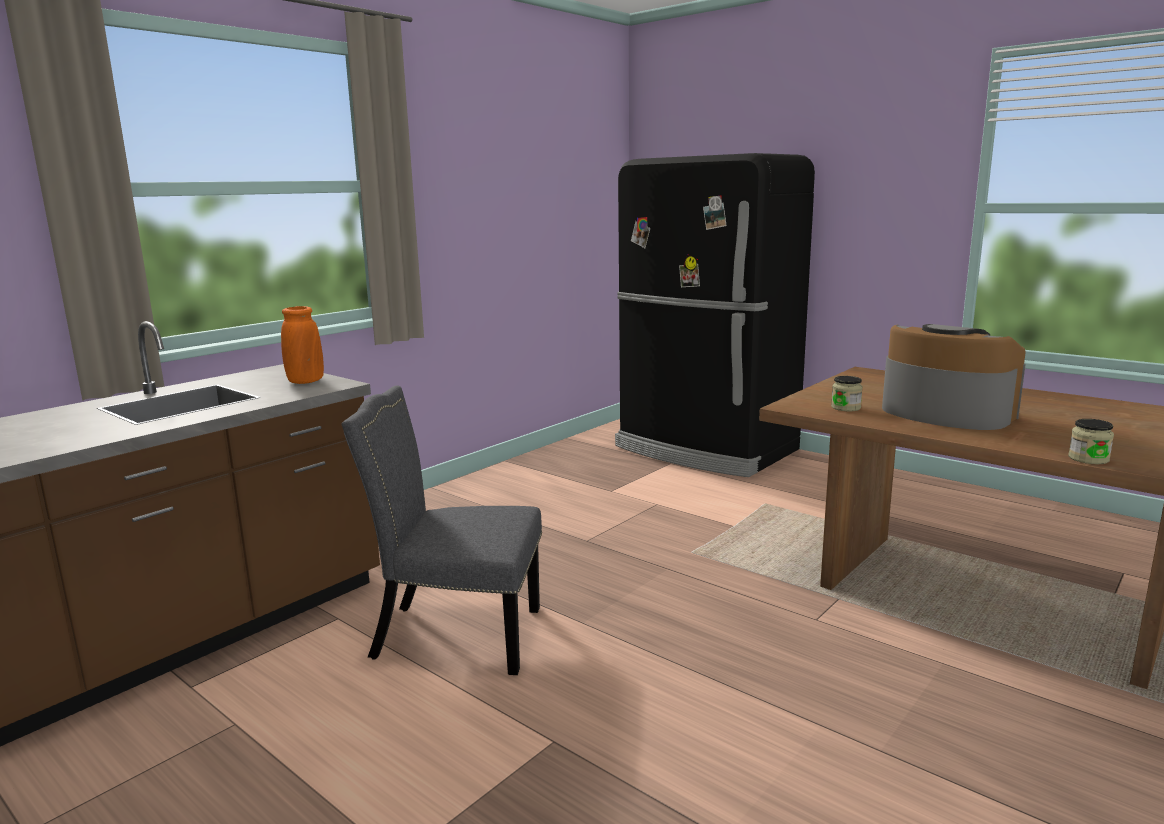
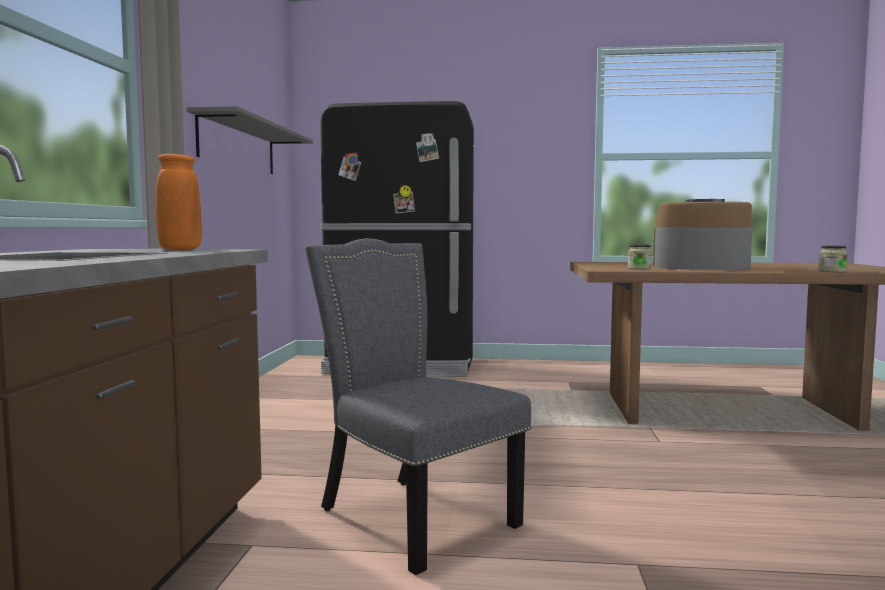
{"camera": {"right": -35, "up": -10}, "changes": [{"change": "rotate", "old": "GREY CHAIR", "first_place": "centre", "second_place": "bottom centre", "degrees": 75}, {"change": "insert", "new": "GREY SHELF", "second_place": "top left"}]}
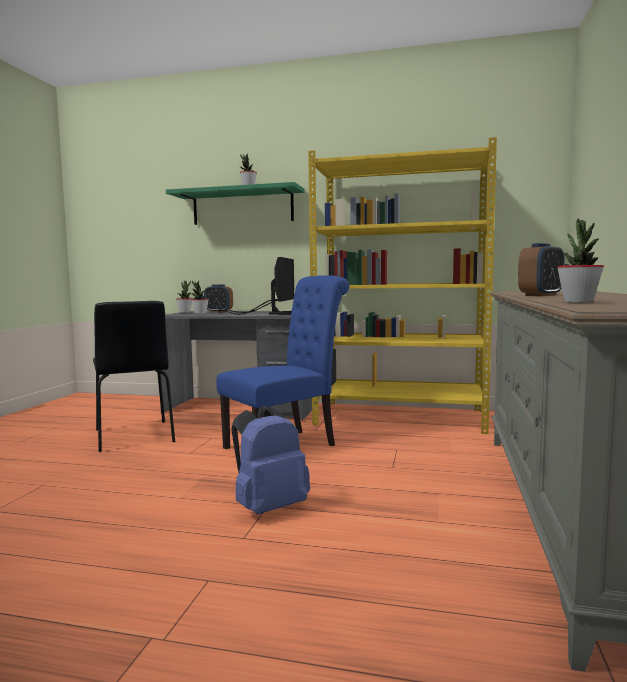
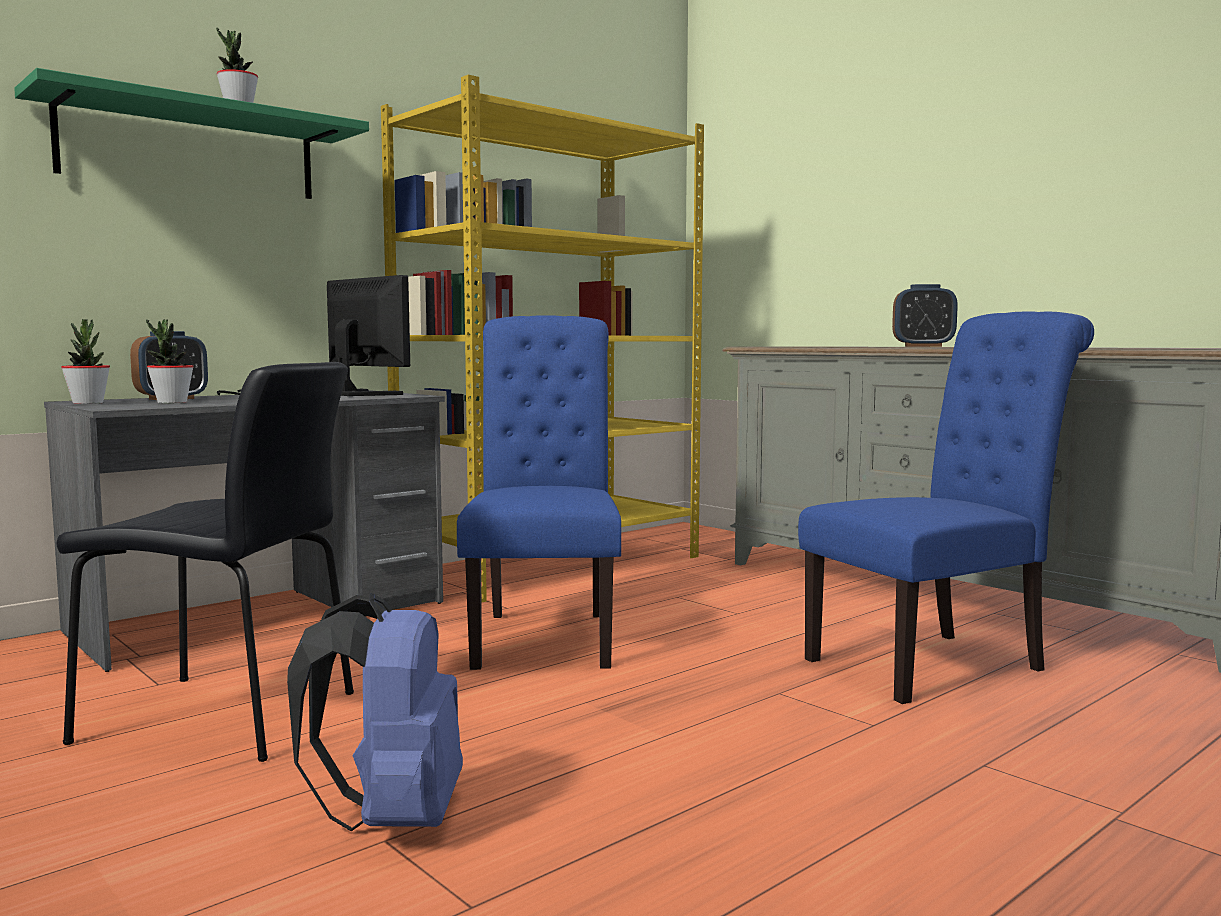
{"camera": {"right": -55, "up": 0}, "changes": [{"change": "move", "old": "BLUE BACKPACK", "first_place": "bottom centre", "second_place": "bottom left"}, {"change": "rotate", "old": "ALARM CLOCK (2nd from left)", "first_place": "middle right", "second_place": "middle right", "degrees": 105}, {"change": "delete", "old": "POTTED PLANT (4th from left)", "first_place": "middle right"}, {"change": "insert", "new": "BLUE CHAIR (2nd from left)", "second_place": "middle right"}]}
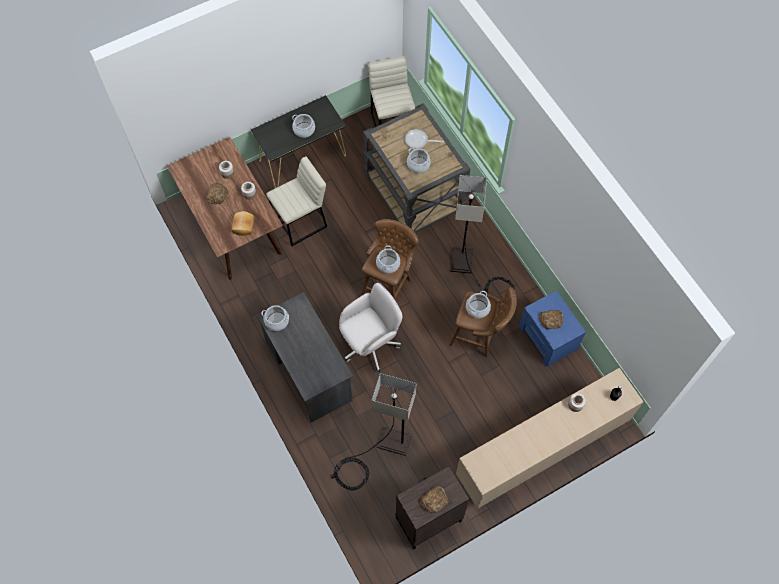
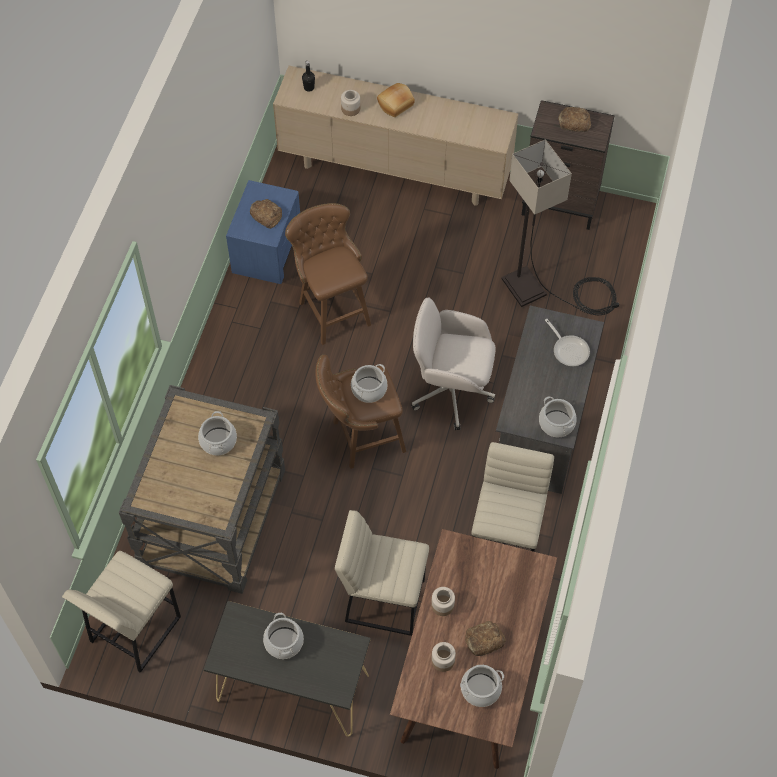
{"camera": {"right": -135, "up": -5}, "changes": [{"change": "move", "old": "BREAD (2nd from left)", "first_place": "middle left", "second_place": "top centre"}, {"change": "move", "old": "FRYING PAN", "first_place": "top centre", "second_place": "middle right"}, {"change": "delete", "old": "FLOOR LAMP (2nd from left)", "first_place": "centre"}, {"change": "move", "old": "COOKING POT (5th from left in the first image)", "new": "COOKING POT (4th from left)", "first_place": "centre", "second_place": "bottom centre"}, {"change": "insert", "new": "BEIGE CHAIR (3rd from left)", "second_place": "centre"}]}
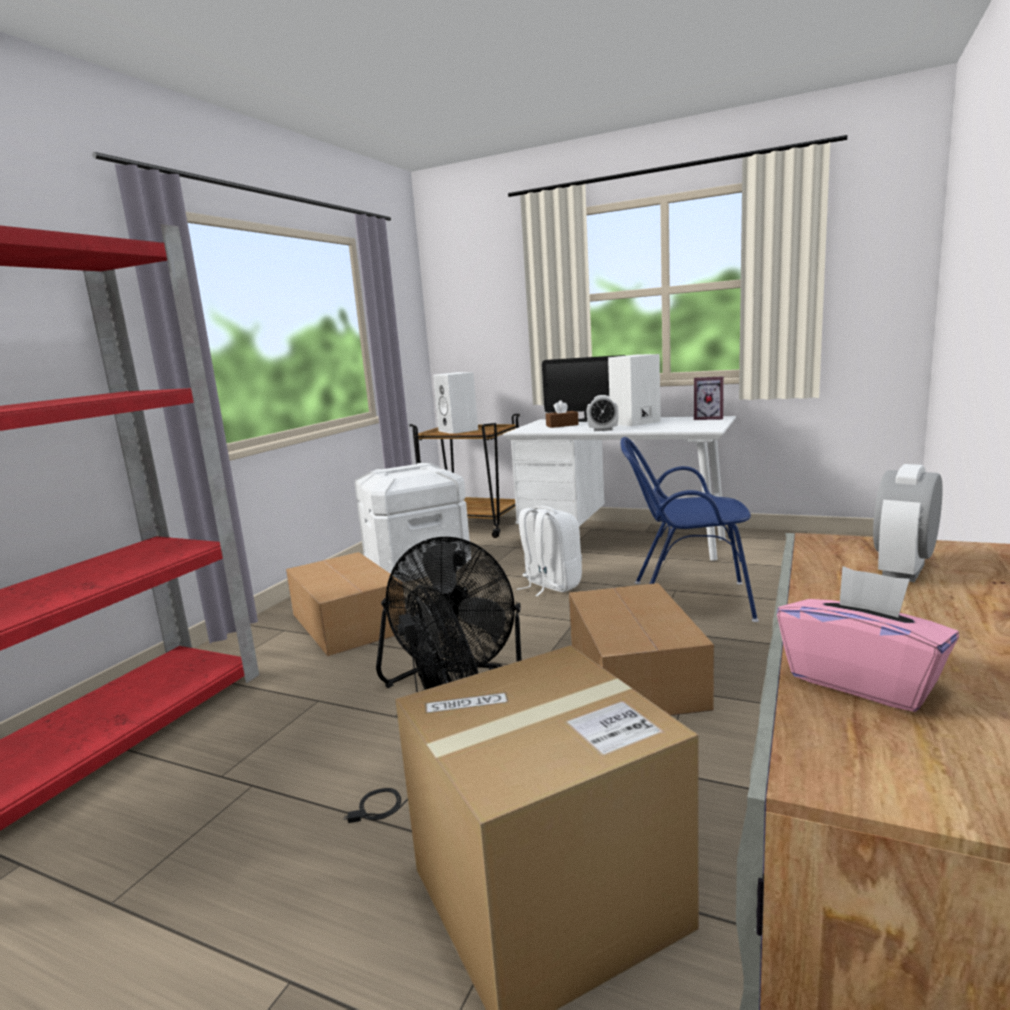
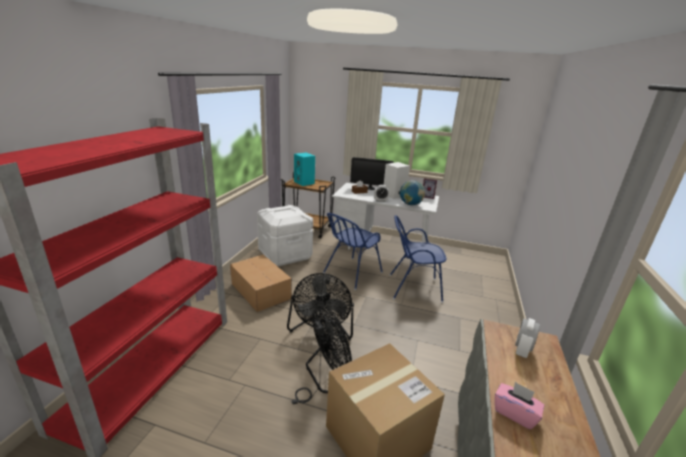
{"camera": {"right": -10, "up": 10}, "changes": [{"change": "recolor", "old": "WHITE SPEAKER (1st from left)", "new": "TURQUOISE SPEAKER", "first_place": "centre", "second_place": "centre"}, {"change": "replace", "old": "WHITE BACKPACK", "new": "BLUE CHAIR (1st from left)", "first_place": "centre", "second_place": "centre"}, {"change": "delete", "old": "CARDBOARD BOX (3rd from left)", "first_place": "centre"}, {"change": "insert", "new": "GLOBE", "second_place": "centre"}]}
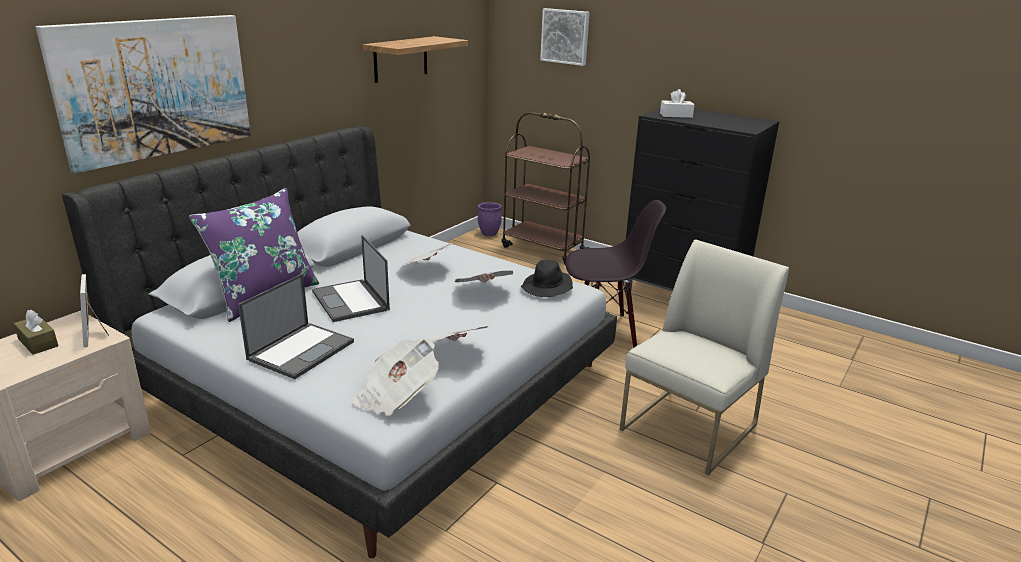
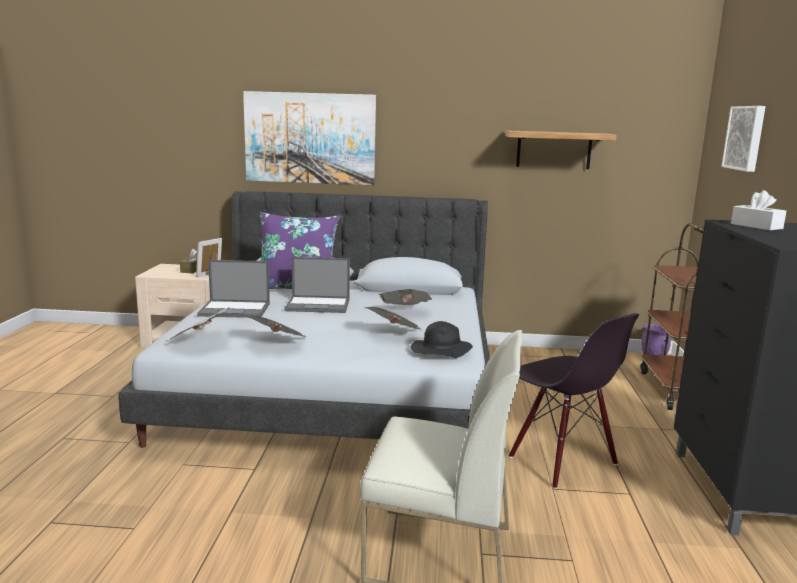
{"camera": {"right": 60, "up": -10}, "changes": [{"change": "rotate", "old": "LAPTOP (2nd from left)", "first_place": "centre", "second_place": "centre", "degrees": -120}]}
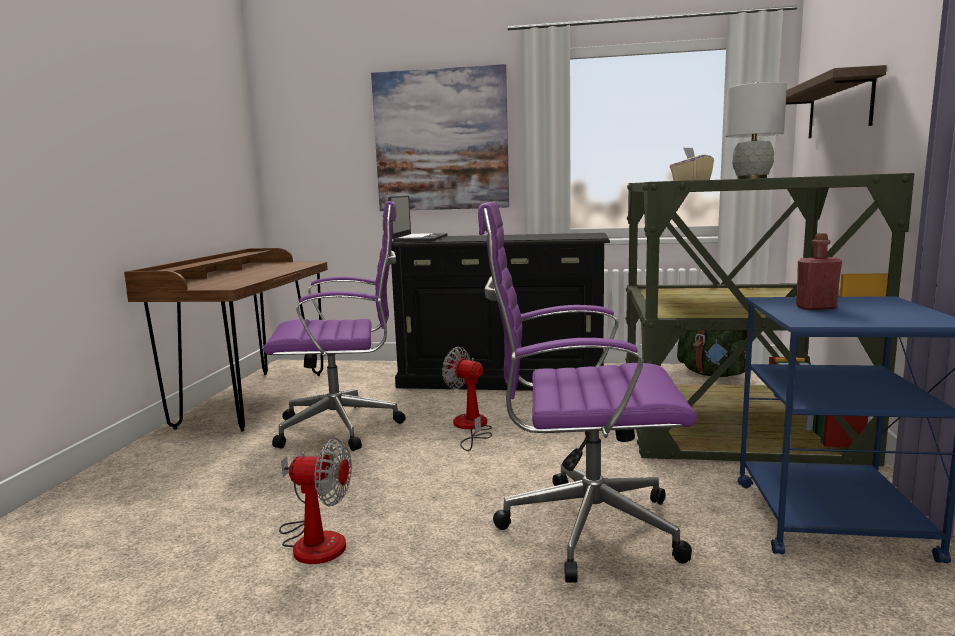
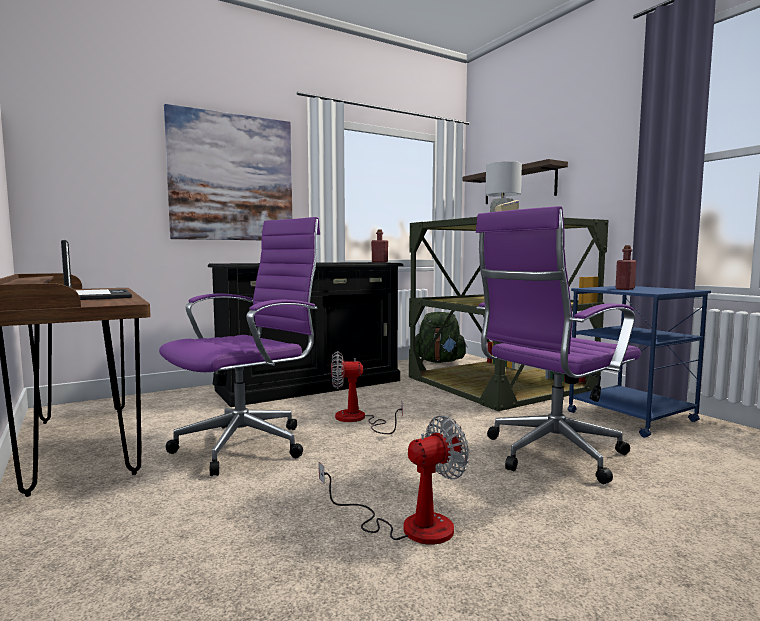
{"camera": {"right": -40, "up": -5}, "changes": [{"change": "move", "old": "LAPTOP", "first_place": "centre", "second_place": "middle left"}, {"change": "insert", "new": "RED BOTTLE (1st from left)", "second_place": "centre"}]}
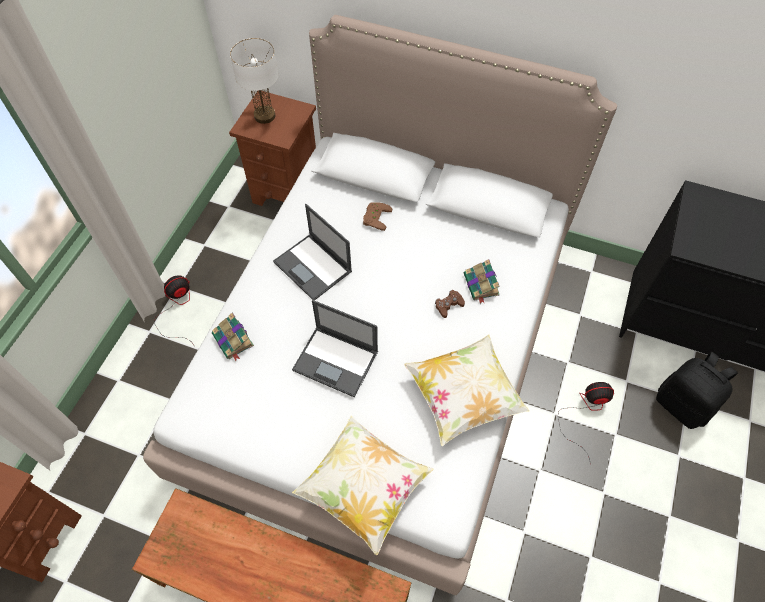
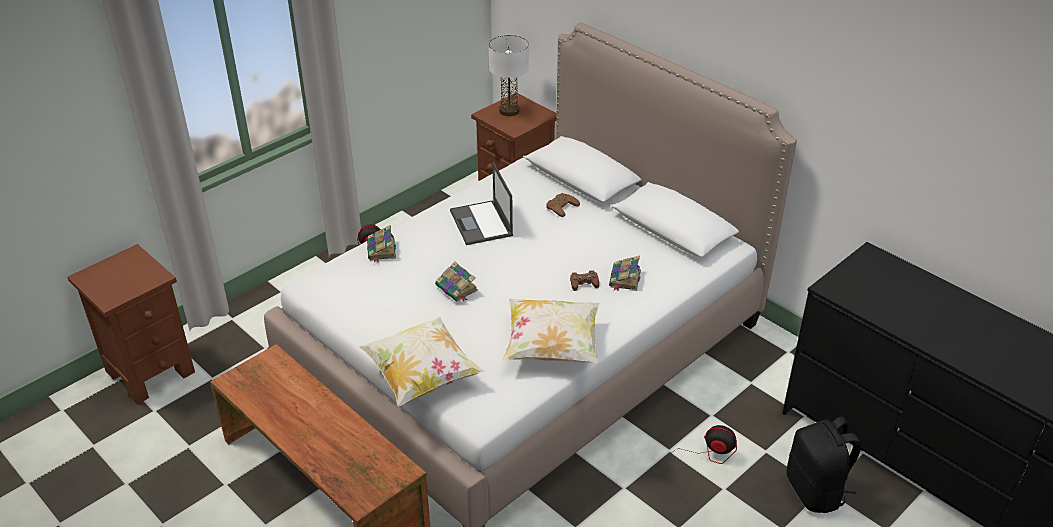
{"camera": {"right": 25, "up": -20}, "changes": [{"change": "replace", "old": "LAPTOP (2nd from left)", "new": "BOOK (2nd from left)", "first_place": "centre", "second_place": "centre"}]}
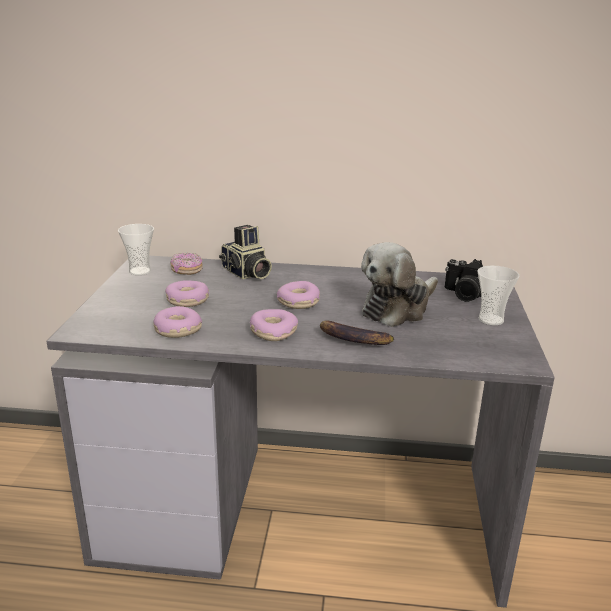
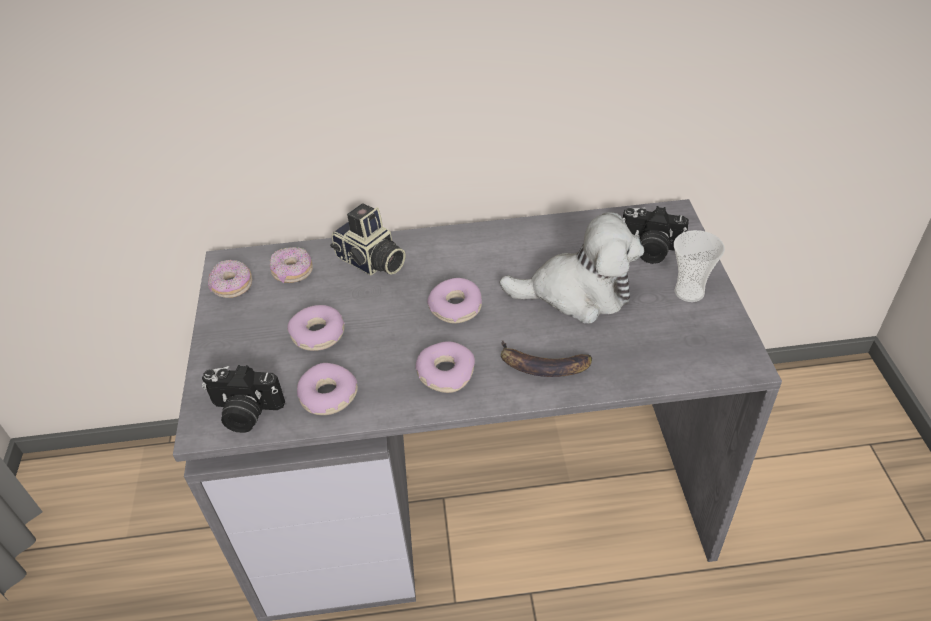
{"camera": {"right": -10, "up": 20}, "changes": [{"change": "replace", "old": "CUP (1st from left)", "new": "DONUT (1st from left)", "first_place": "middle left", "second_place": "middle left"}, {"change": "rotate", "old": "PLUSH TOY", "first_place": "centre", "second_place": "centre", "degrees": -120}, {"change": "insert", "new": "PHOTO CAMERA (1st from left)", "second_place": "middle left"}]}
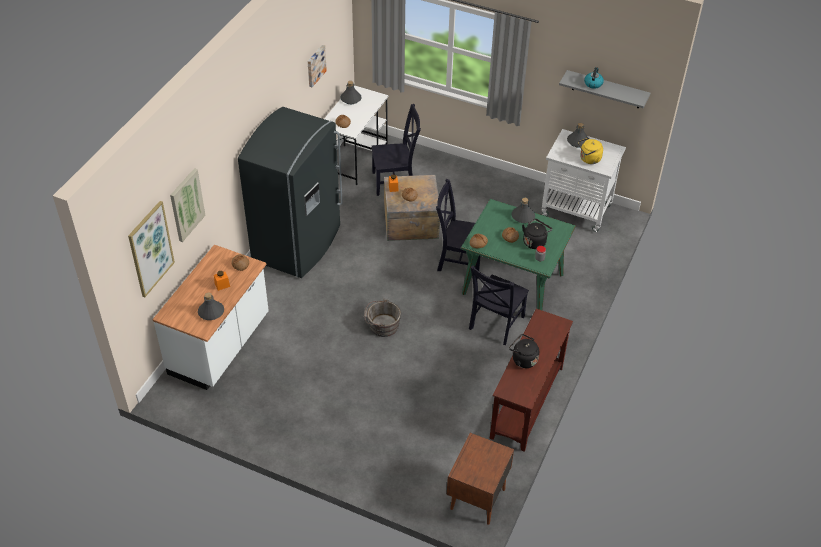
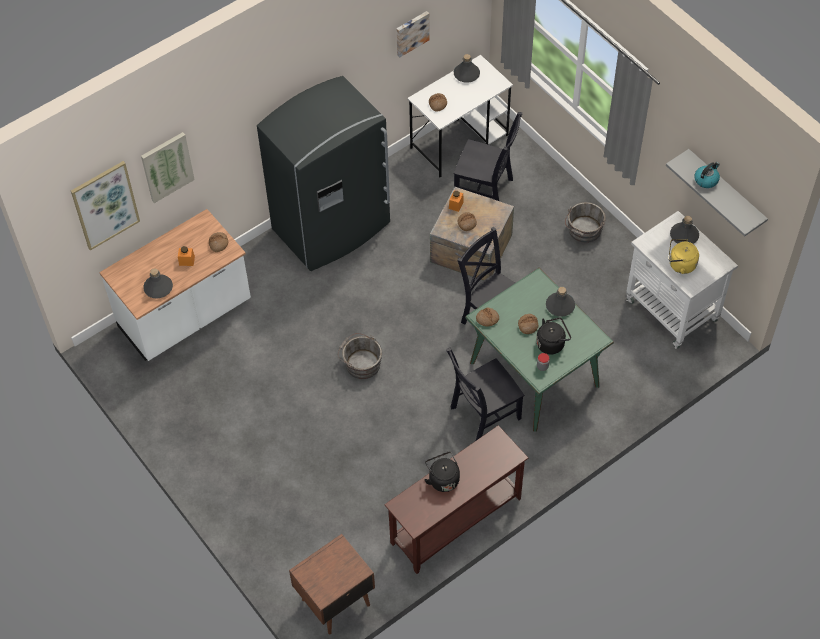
{"camera": {"right": 30, "up": 10}, "changes": [{"change": "insert", "new": "GREY BUCKET (2nd from left)", "second_place": "middle right"}]}
